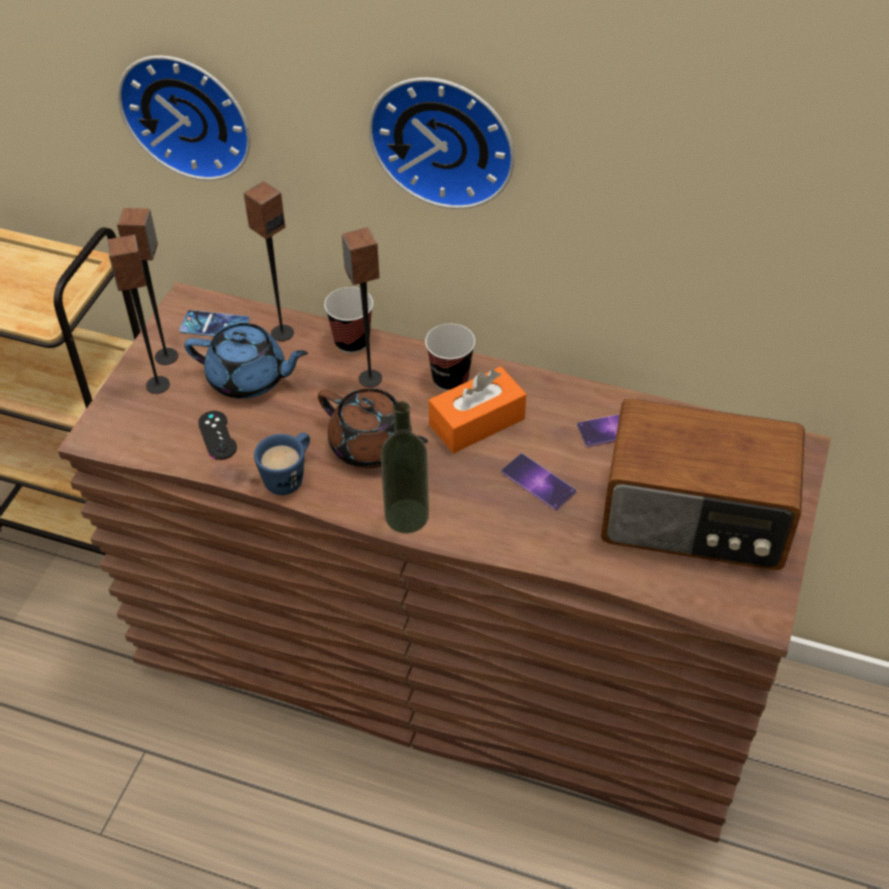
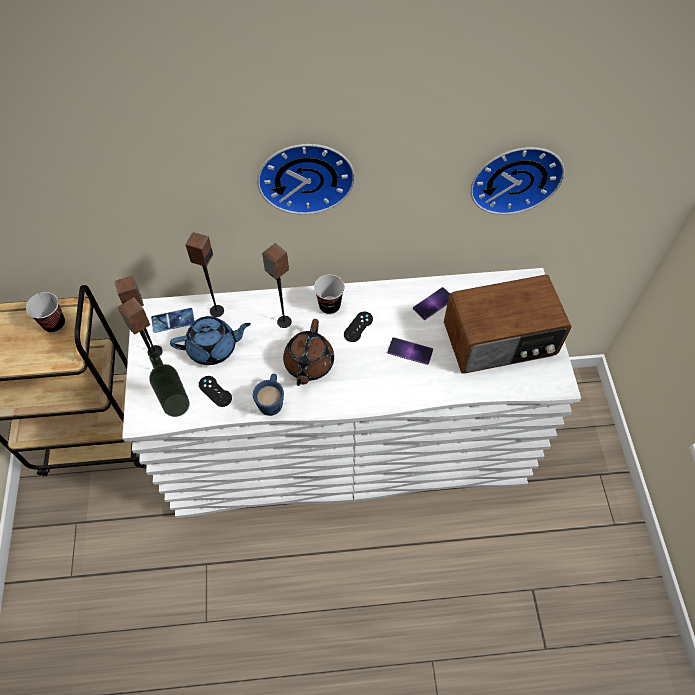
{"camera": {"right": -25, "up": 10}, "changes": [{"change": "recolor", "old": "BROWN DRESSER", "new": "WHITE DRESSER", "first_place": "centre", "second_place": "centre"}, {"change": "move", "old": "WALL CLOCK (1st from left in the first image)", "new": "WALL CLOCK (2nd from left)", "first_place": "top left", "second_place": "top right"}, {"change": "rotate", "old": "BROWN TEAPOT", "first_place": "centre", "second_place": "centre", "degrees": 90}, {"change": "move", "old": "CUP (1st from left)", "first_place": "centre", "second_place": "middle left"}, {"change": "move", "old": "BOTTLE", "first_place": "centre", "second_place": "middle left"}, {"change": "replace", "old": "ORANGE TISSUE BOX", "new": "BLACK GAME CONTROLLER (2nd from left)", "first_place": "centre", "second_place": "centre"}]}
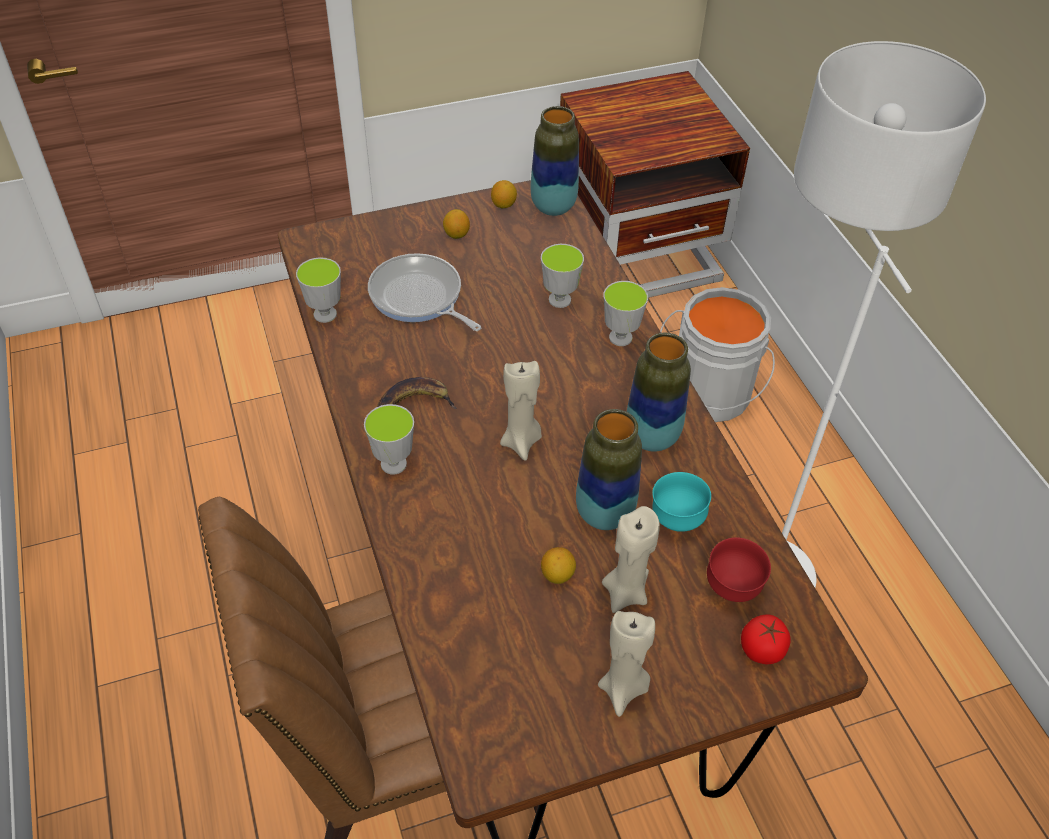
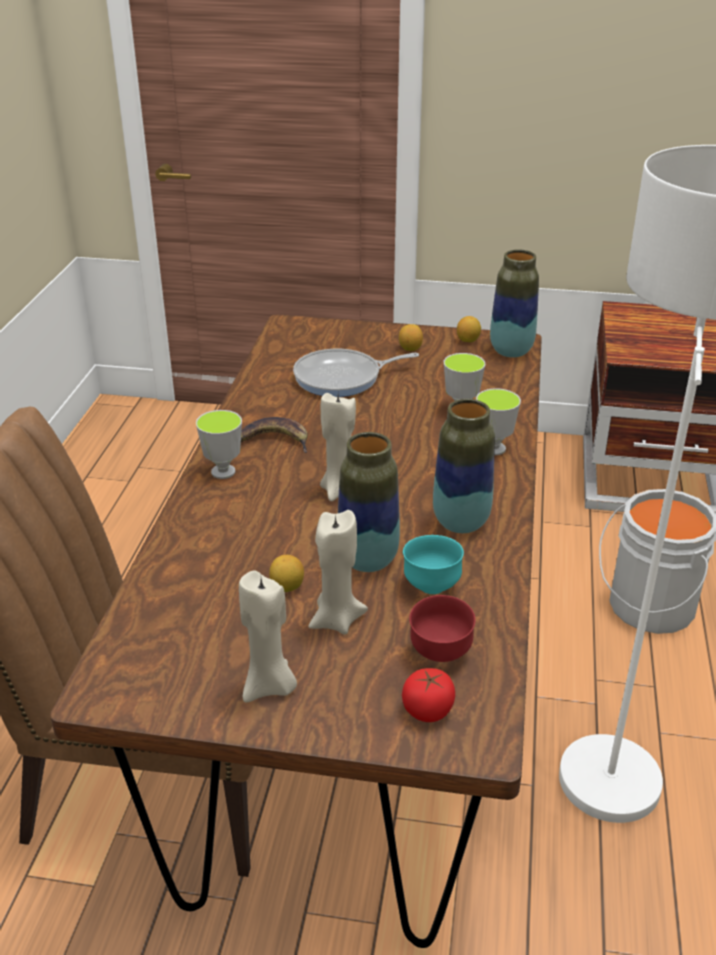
{"camera": {"right": 30, "up": -15}, "changes": [{"change": "delete", "old": "CUP (1st from left)", "first_place": "middle left"}, {"change": "rotate", "old": "FRYING PAN", "first_place": "centre", "second_place": "centre", "degrees": -90}]}
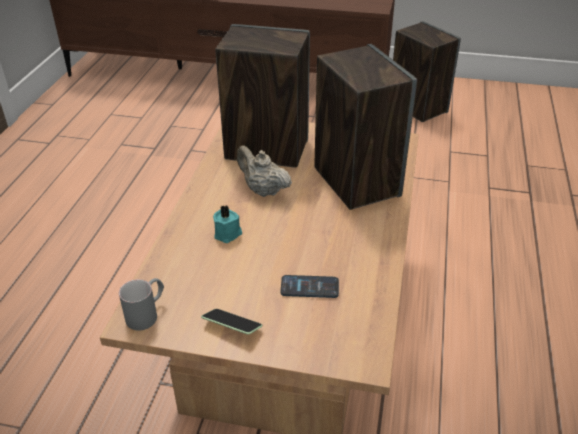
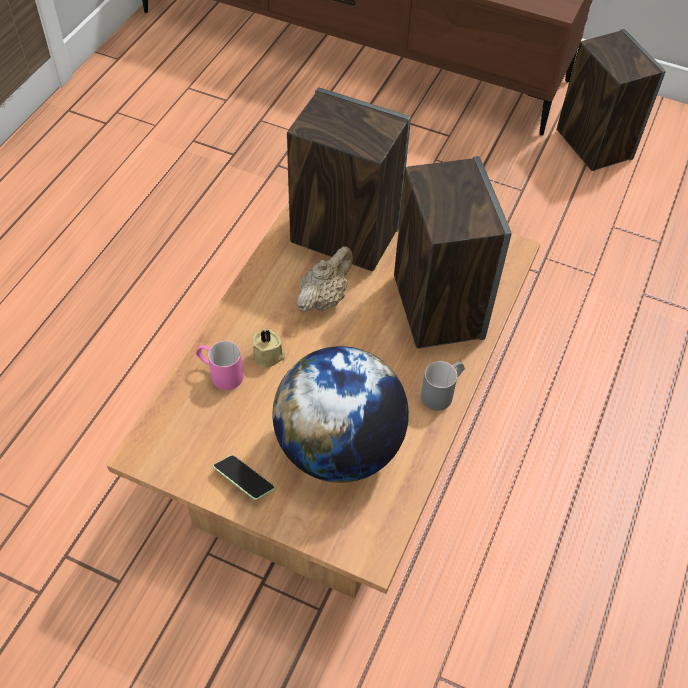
{"camera": {"right": 10, "up": 15}, "changes": [{"change": "move", "old": "GREY MUG", "first_place": "bottom left", "second_place": "centre"}, {"change": "recolor", "old": "TURQUOISE CANDLE", "new": "BEIGE CANDLE", "first_place": "centre", "second_place": "centre"}, {"change": "rotate", "old": "BEIGE TEAPOT", "first_place": "centre", "second_place": "centre", "degrees": 75}, {"change": "replace", "old": "PHONE (2nd from left)", "new": "GLOBE", "first_place": "centre", "second_place": "centre"}, {"change": "insert", "new": "PINK MUG", "second_place": "middle left"}]}
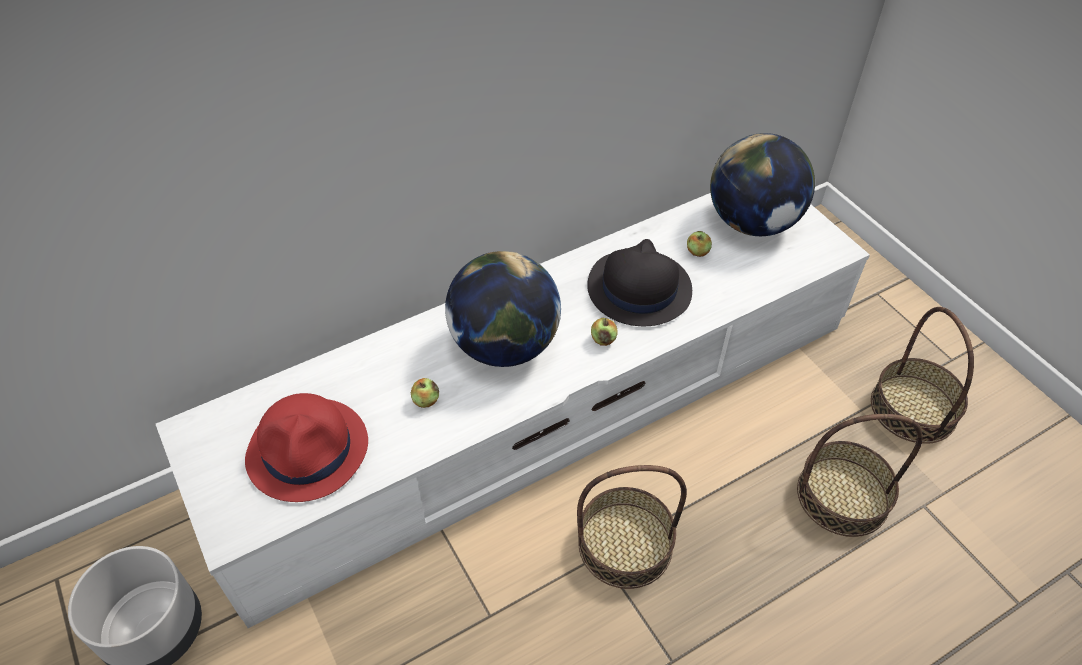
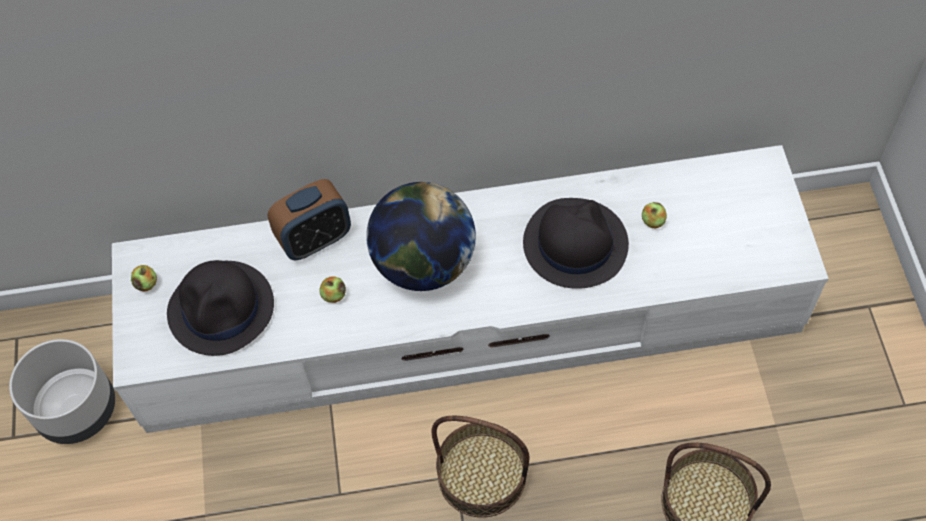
{"camera": {"right": 25, "up": 10}, "changes": [{"change": "recolor", "old": "RED HAT", "new": "BLACK HAT (1st from left)", "first_place": "bottom left", "second_place": "middle left"}, {"change": "move", "old": "APPLE (2nd from left in the first image)", "new": "APPLE (1st from left)", "first_place": "centre", "second_place": "middle left"}, {"change": "delete", "old": "GLOBE (2nd from left)", "first_place": "top right"}, {"change": "delete", "old": "BASKET (3rd from left)", "first_place": "middle right"}, {"change": "insert", "new": "ALARM CLOCK", "second_place": "centre"}]}
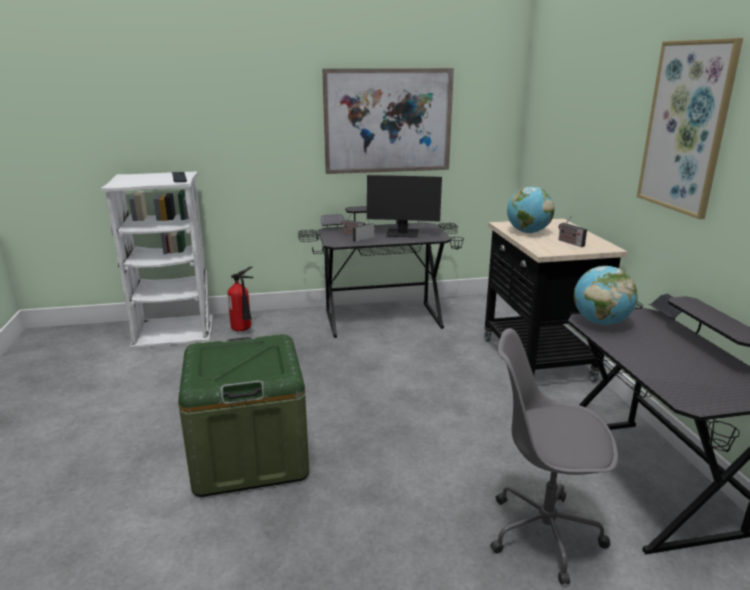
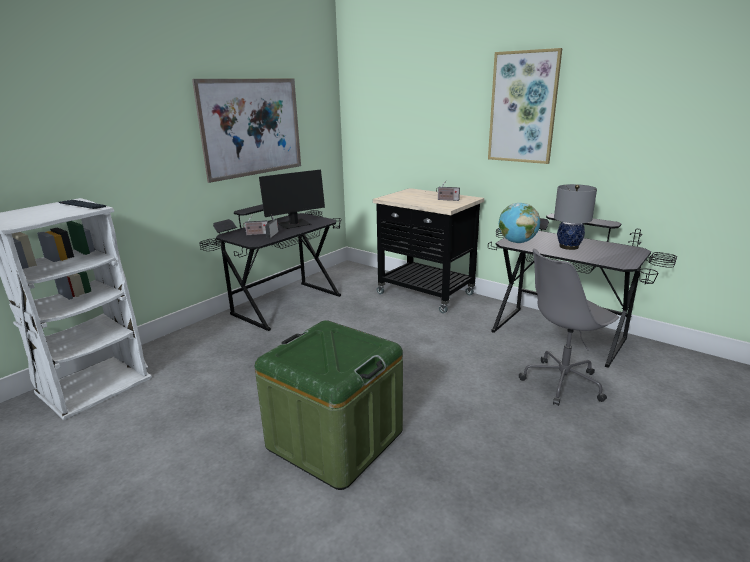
{"camera": {"right": -40, "up": 0}, "changes": [{"change": "delete", "old": "FIRE EXTINGUISHER", "first_place": "middle left"}, {"change": "delete", "old": "GLOBE (1st from left)", "first_place": "middle right"}, {"change": "insert", "new": "GREY TABLE LAMP", "second_place": "middle right"}]}
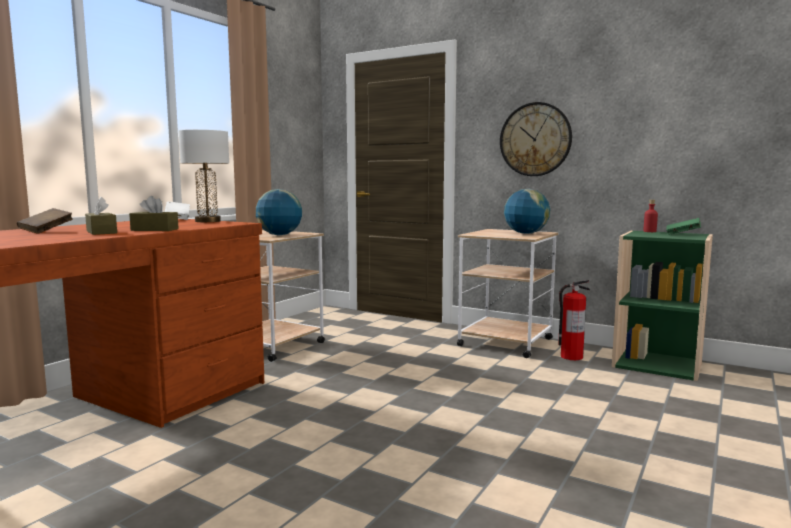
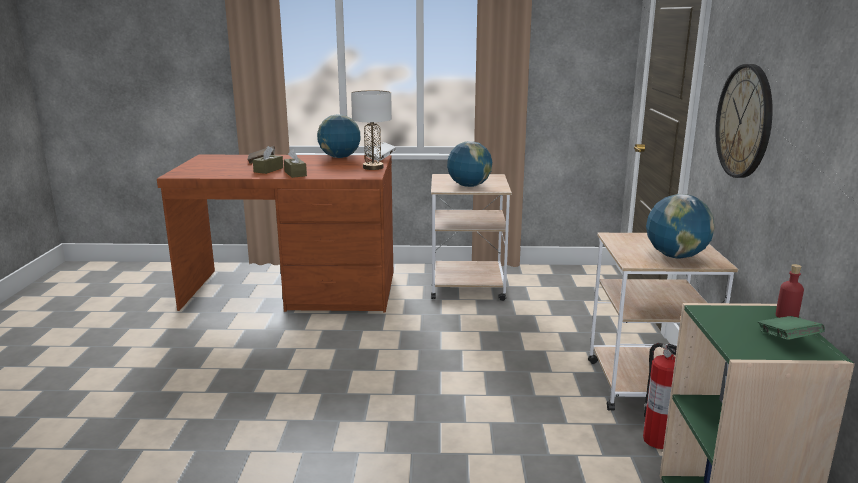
{"camera": {"right": 60, "up": 10}, "changes": [{"change": "insert", "new": "GLOBE (1st from left)", "second_place": "top centre"}]}
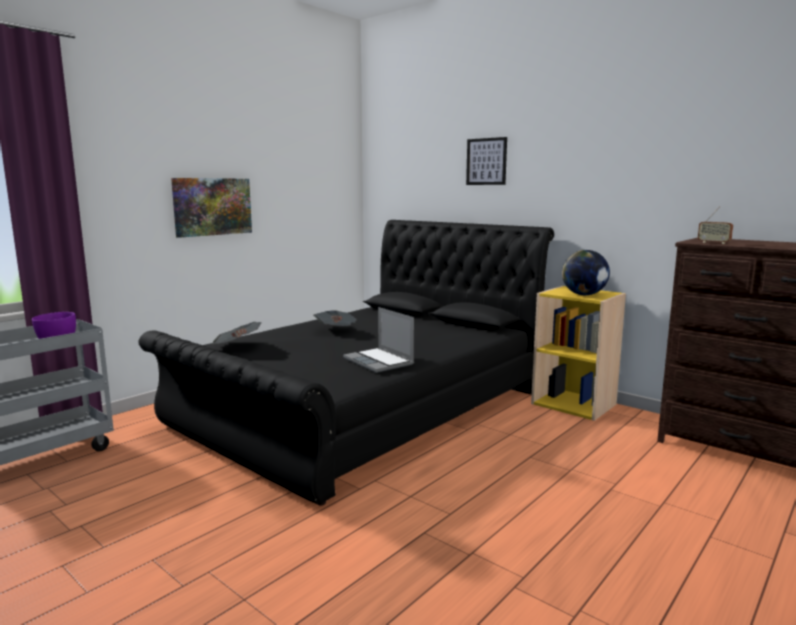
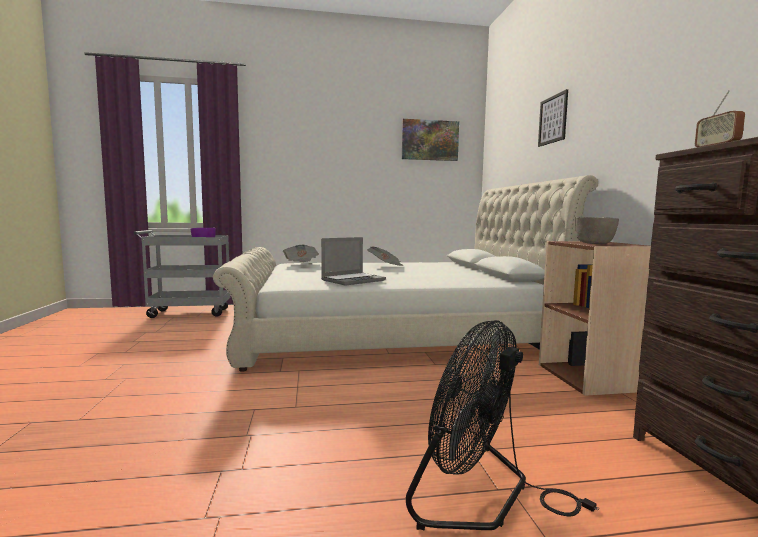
{"camera": {"right": 40, "up": -5}, "changes": [{"change": "recolor", "old": "BLACK BED", "new": "BEIGE BED", "first_place": "centre", "second_place": "centre"}, {"change": "move", "old": "PICTURE (1st from left)", "first_place": "top left", "second_place": "top centre"}, {"change": "rotate", "old": "LAPTOP", "first_place": "centre", "second_place": "centre", "degrees": -135}, {"change": "recolor", "old": "YELLOW BOOKCASE", "new": "BROWN BOOKCASE", "first_place": "middle right", "second_place": "middle right"}, {"change": "replace", "old": "GLOBE", "new": "GREY BOWL", "first_place": "middle right", "second_place": "middle right"}, {"change": "insert", "new": "BLACK FAN", "second_place": "bottom centre"}]}
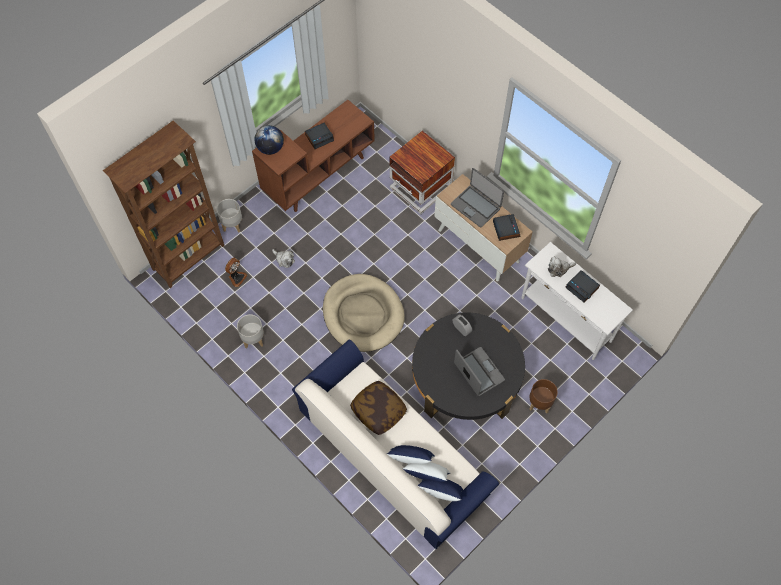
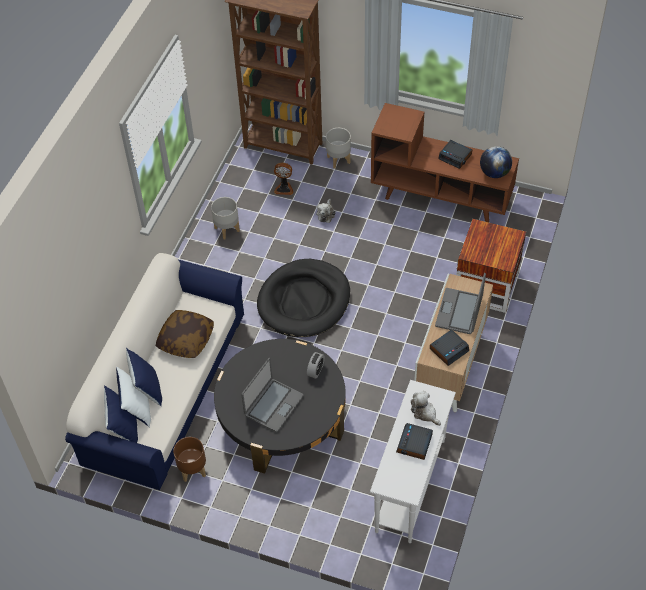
{"camera": {"right": 65, "up": -10}, "changes": [{"change": "move", "old": "GLOBE", "first_place": "top centre", "second_place": "top right"}, {"change": "recolor", "old": "BEIGE DOG BED", "new": "BLACK DOG BED", "first_place": "centre", "second_place": "centre"}, {"change": "move", "old": "BROWN PLANTER", "first_place": "bottom right", "second_place": "bottom left"}]}
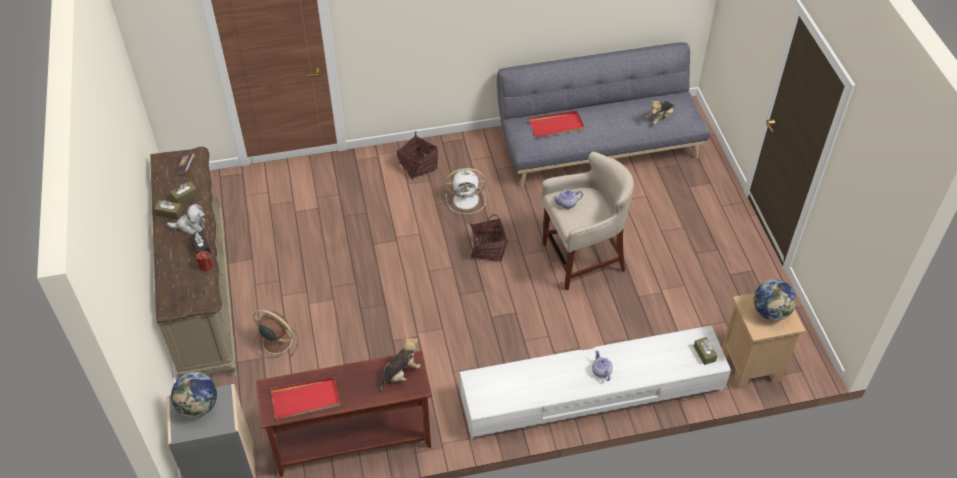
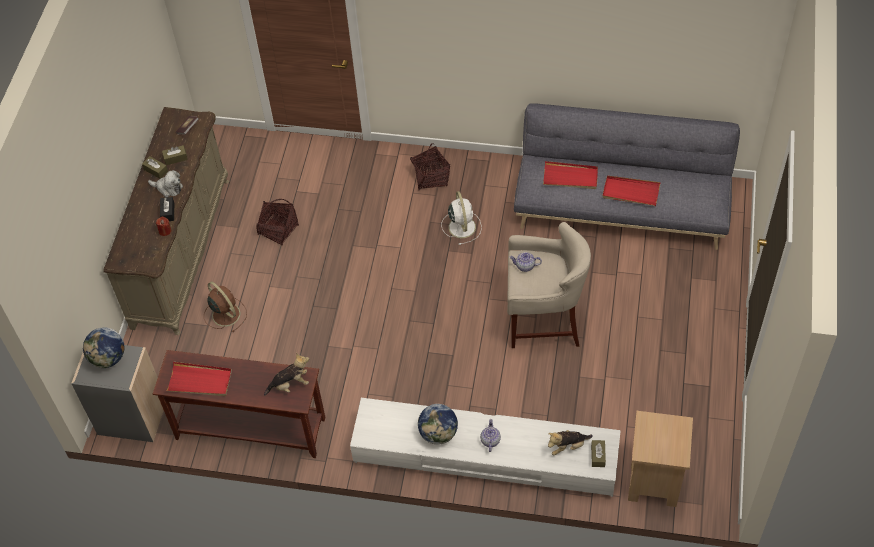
{"camera": {"right": 25, "up": 5}, "changes": [{"change": "rotate", "old": "WHITE FAN", "first_place": "centre", "second_place": "centre", "degrees": -120}, {"change": "move", "old": "BASKET (2nd from left in the first image)", "new": "BASKET (1st from left)", "first_place": "centre", "second_place": "middle left"}, {"change": "move", "old": "PLUSH TOY (3rd from left)", "first_place": "top right", "second_place": "bottom centre"}, {"change": "move", "old": "GLOBE (2nd from left)", "first_place": "middle right", "second_place": "bottom centre"}, {"change": "insert", "new": "RED TRAY (3rd from left)", "second_place": "middle right"}]}
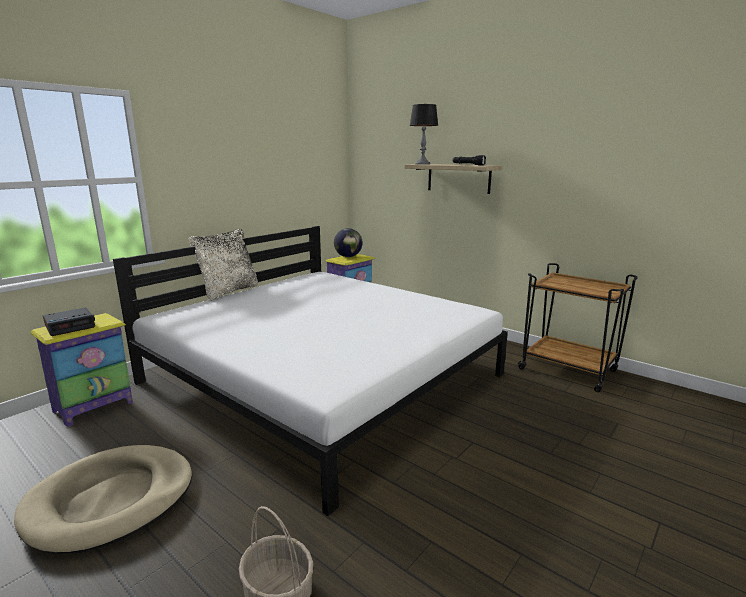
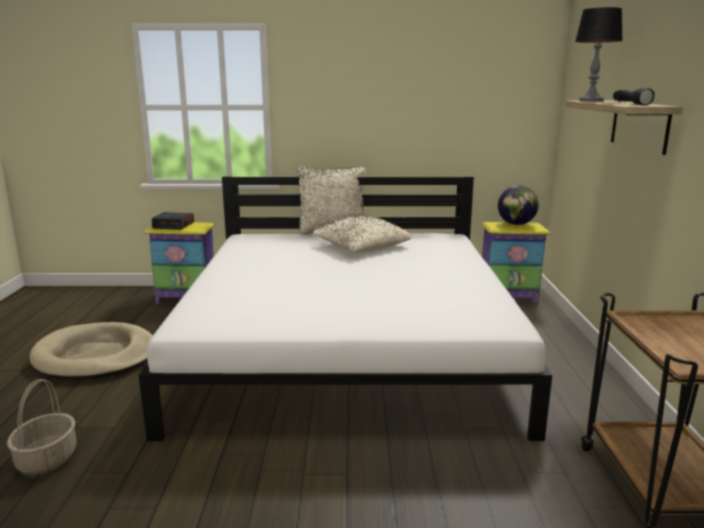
{"camera": {"right": 50, "up": 0}, "changes": [{"change": "insert", "new": "BEIGE PILLOW (2nd from left)", "second_place": "centre"}]}
